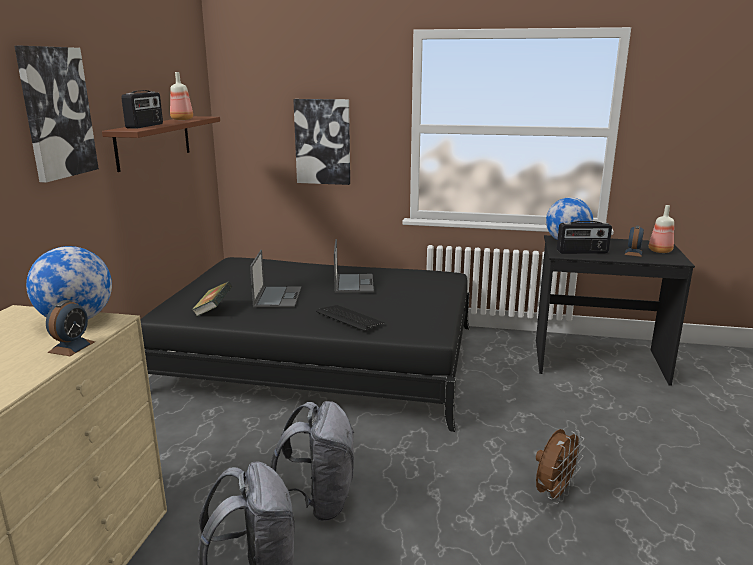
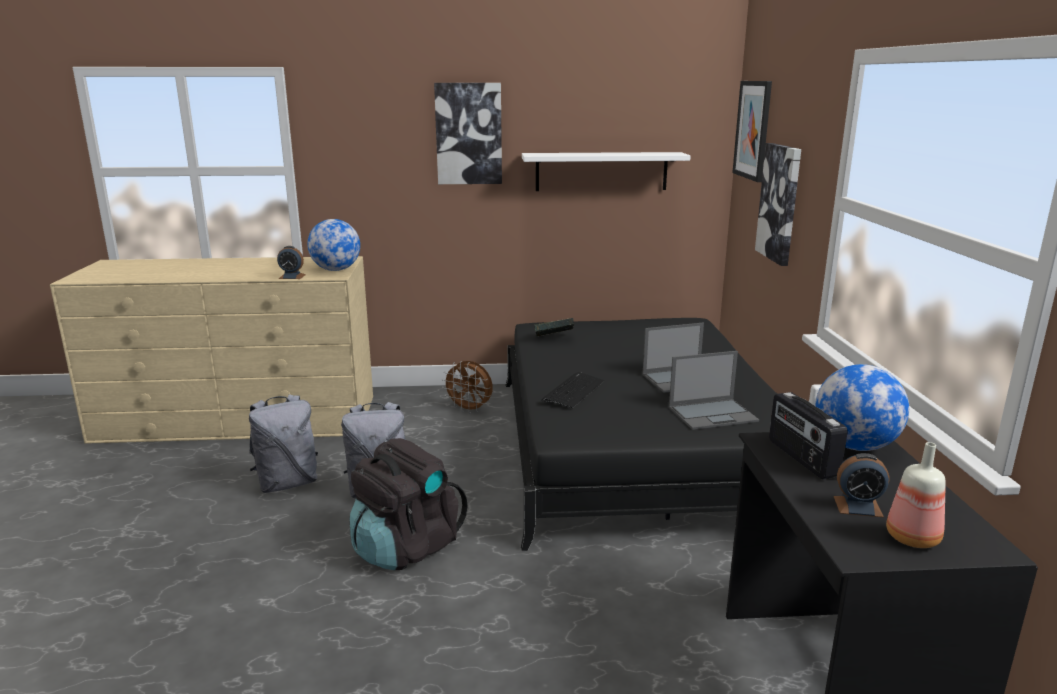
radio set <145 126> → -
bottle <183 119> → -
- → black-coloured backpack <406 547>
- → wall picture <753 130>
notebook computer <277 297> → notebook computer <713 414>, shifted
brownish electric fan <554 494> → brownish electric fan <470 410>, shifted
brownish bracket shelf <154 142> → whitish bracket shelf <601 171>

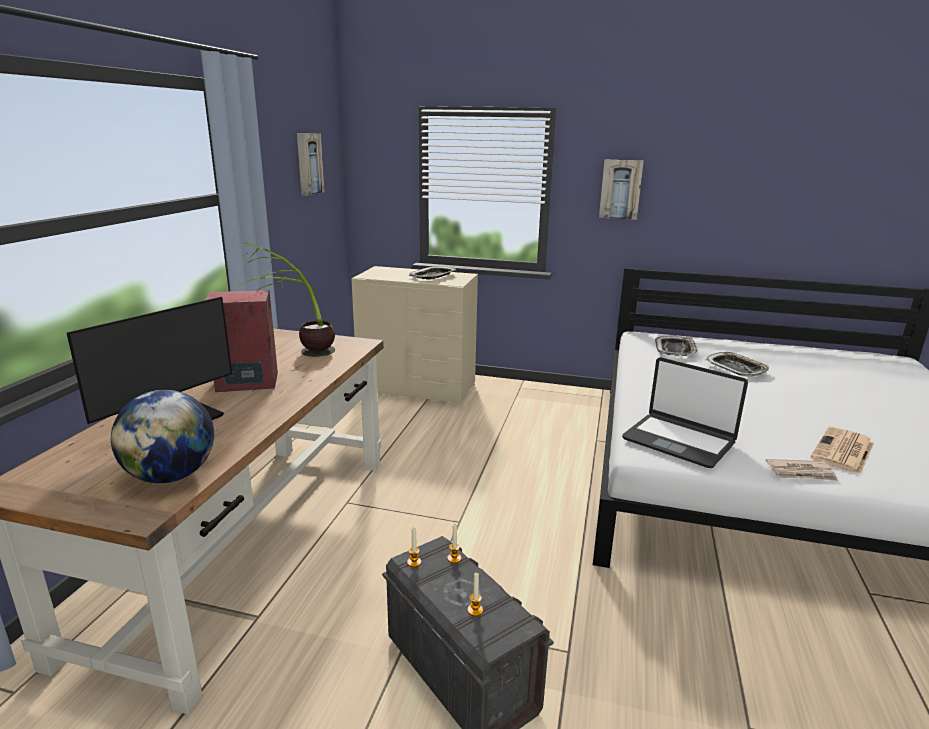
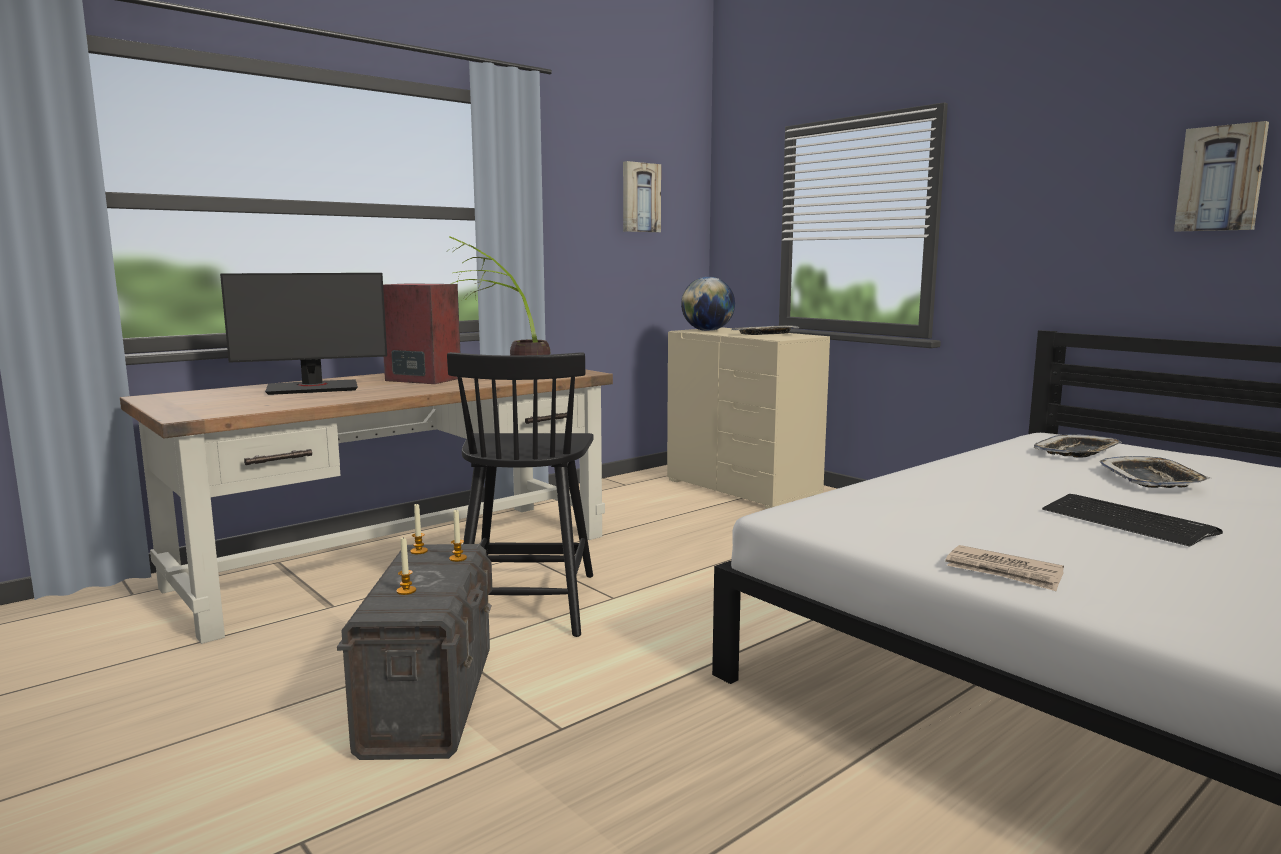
notebook computer <678 441> → -
daily paper <843 451> → -
- → black-coloured plain chair <527 602>
- → PC keyboard <1126 522>
world globe <171 476> → world globe <707 330>, shifted
wall picture <620 189> → wall picture <1221 179>, shifted

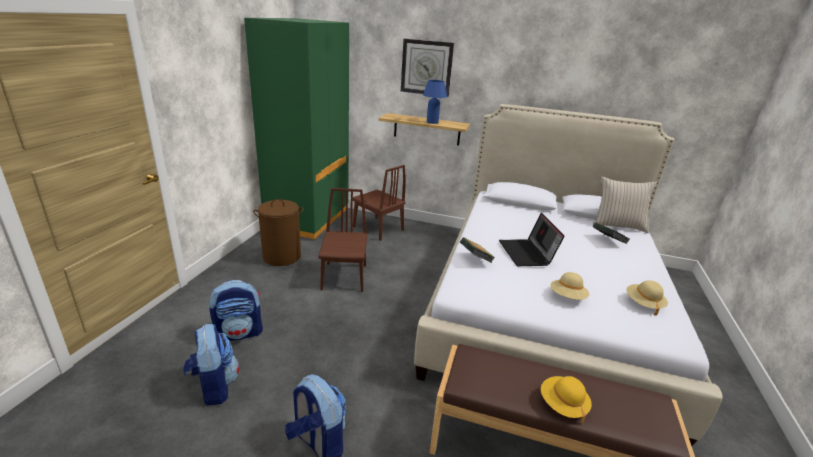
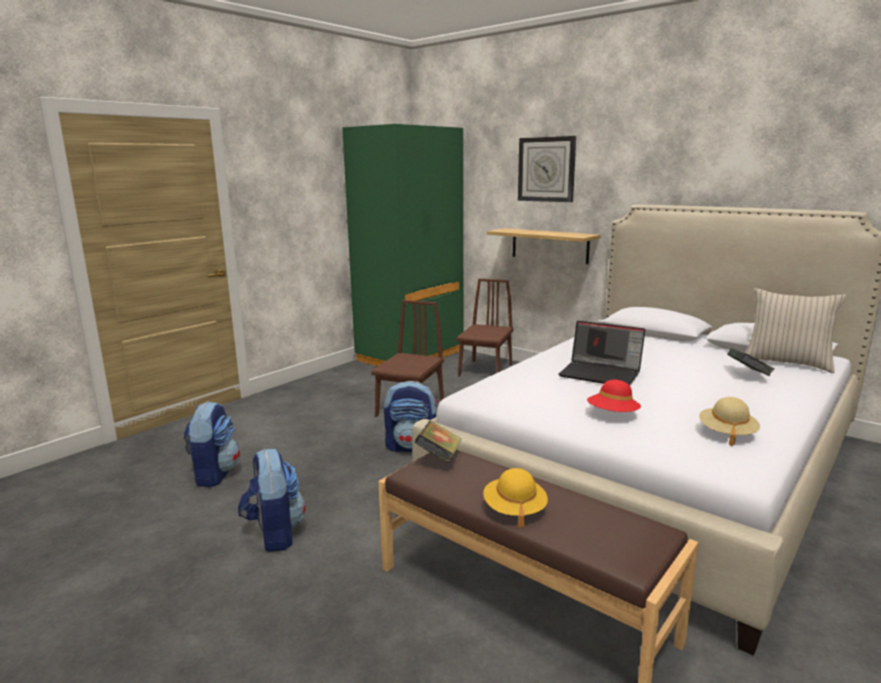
brownish laundry basket <282 256> → -
bluish lamp for a table <432 122> → -
backpack <239 333> → backpack <412 447>, shifted
bound book <475 259> → bound book <439 457>, shifted
sand-coloured clothing hat <567 297> → red clothing hat <613 415>
brownish plain chair <378 228> → brownish plain chair <485 370>, 135 degrees counterclockwise
notebook computer <527 253> → notebook computer <601 374>, 75 degrees counterclockwise

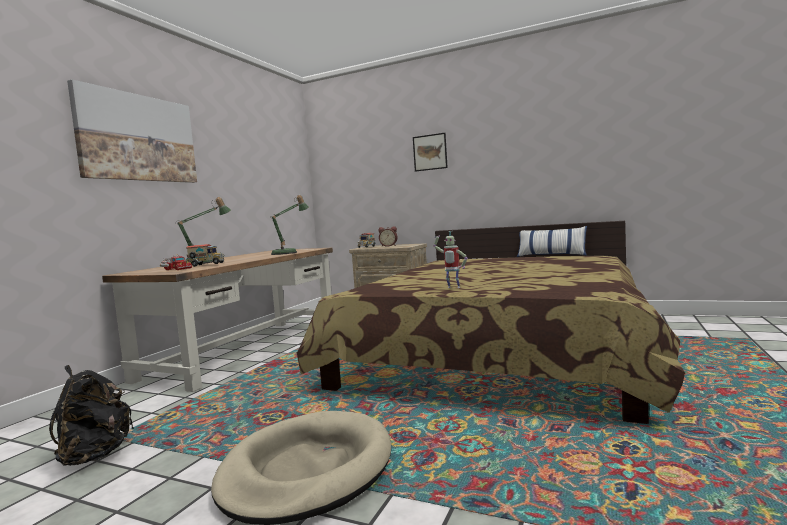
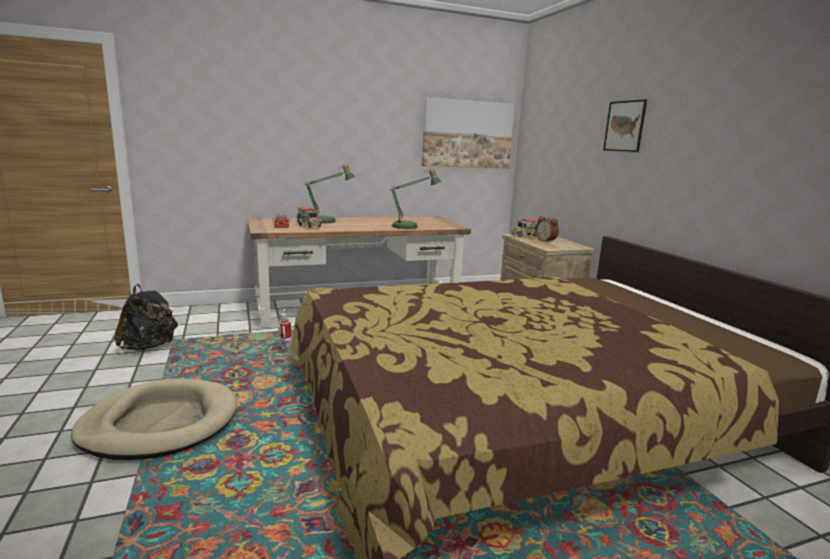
cushion <551 255> → -
wall picture <138 138> → wall picture <467 134>, shifted
model robot <453 288> → model robot <285 352>, shifted

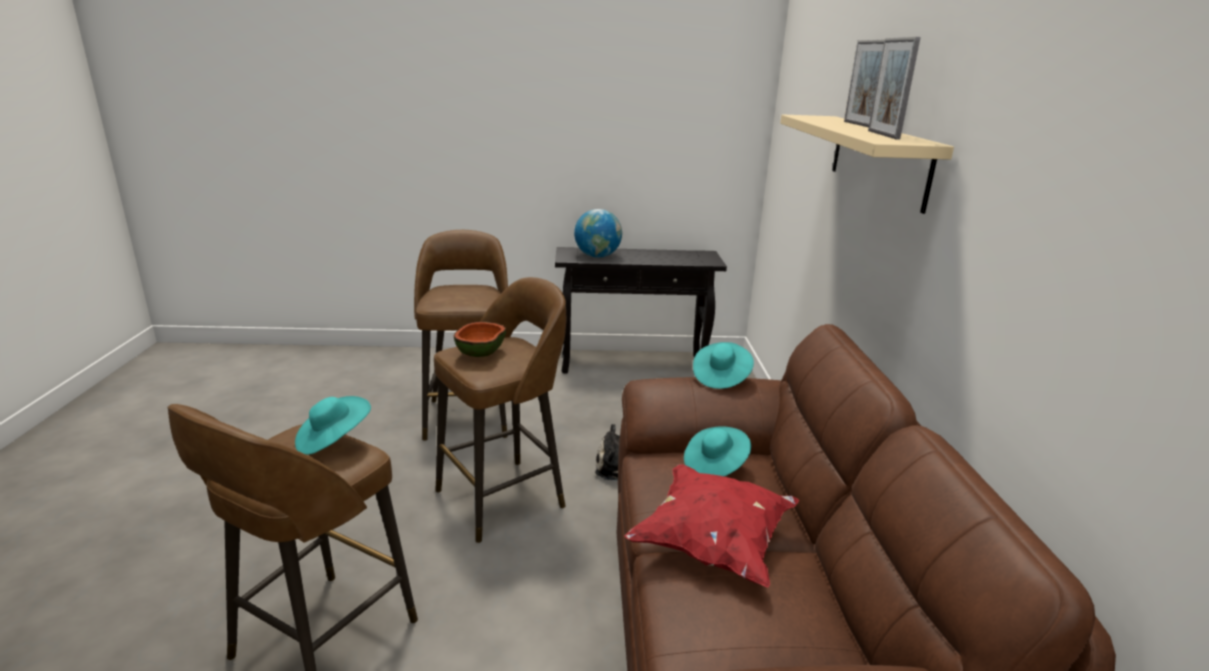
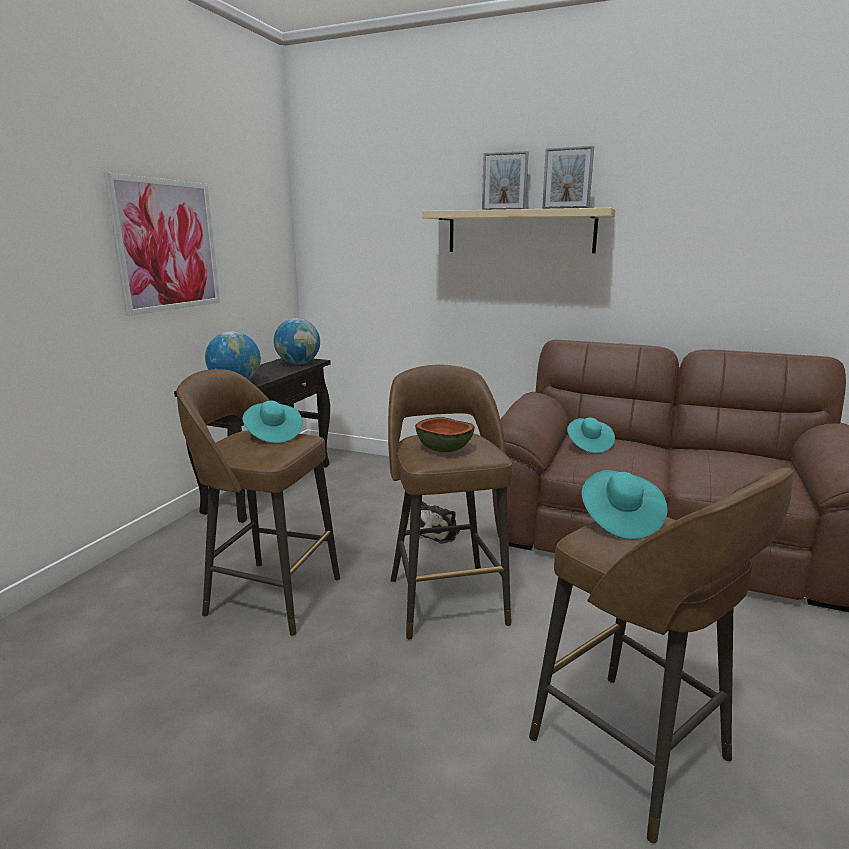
red cushion <713 543> → -
- → wall picture <168 245>
- → world globe <298 363>
turquoise clothing hat <720 377> → turquoise clothing hat <273 435>, shifted

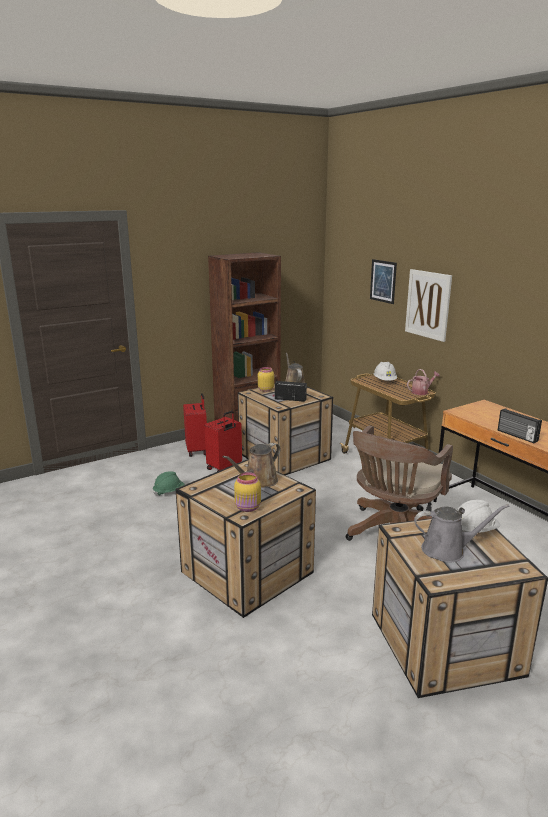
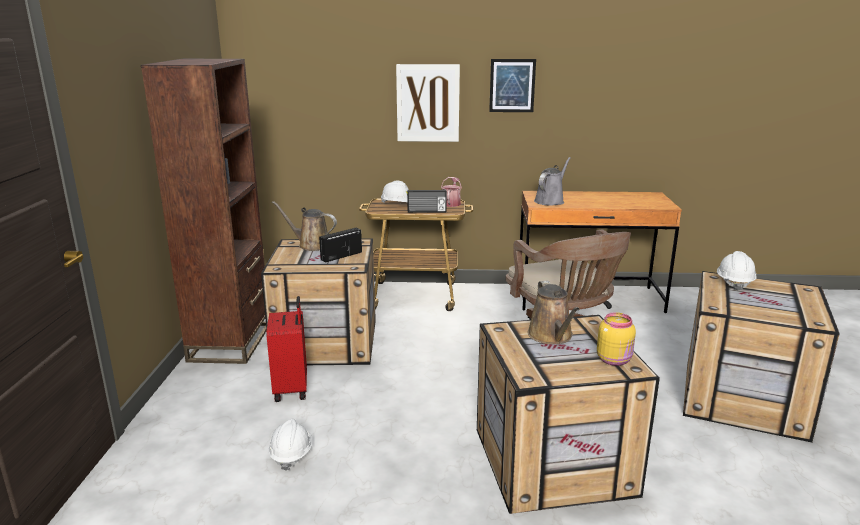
red travel case <197 450> → -
yellow preserve jar <265 389> → -
wall picture <383 281> → wall picture <512 85>, shifted
greyish sprinkling can <447 550> → greyish sprinkling can <550 201>, shifted
radio set <517 436> → radio set <427 211>, shifted
green-coloured work helmet <169 492> → whitish work helmet <291 454>

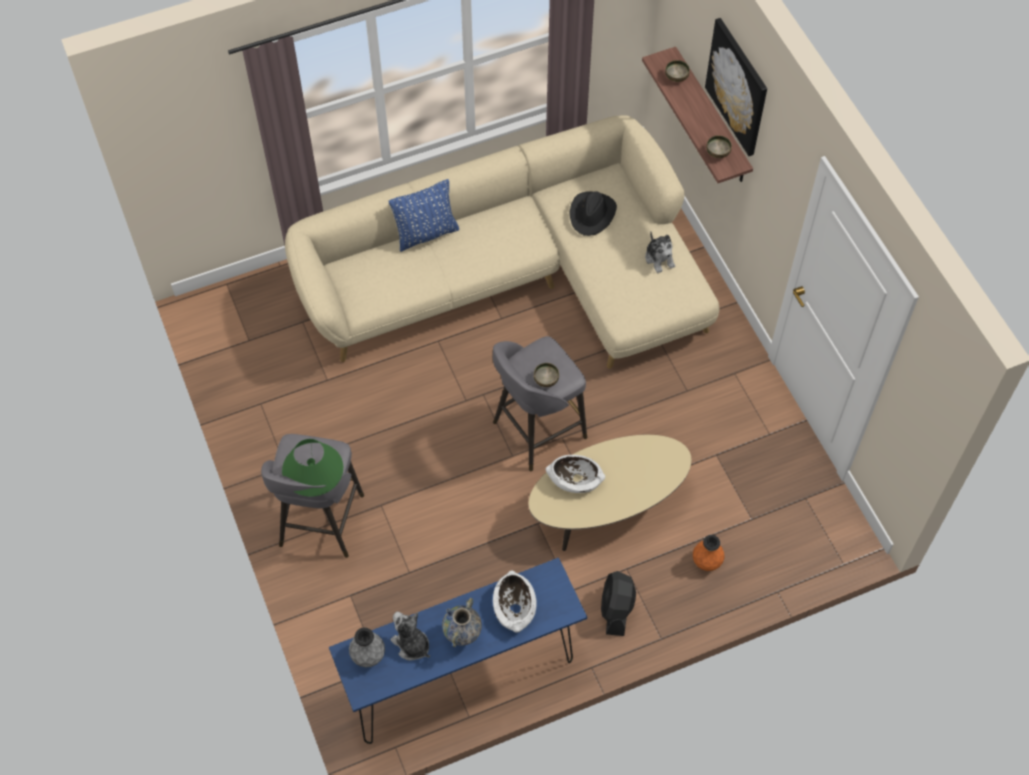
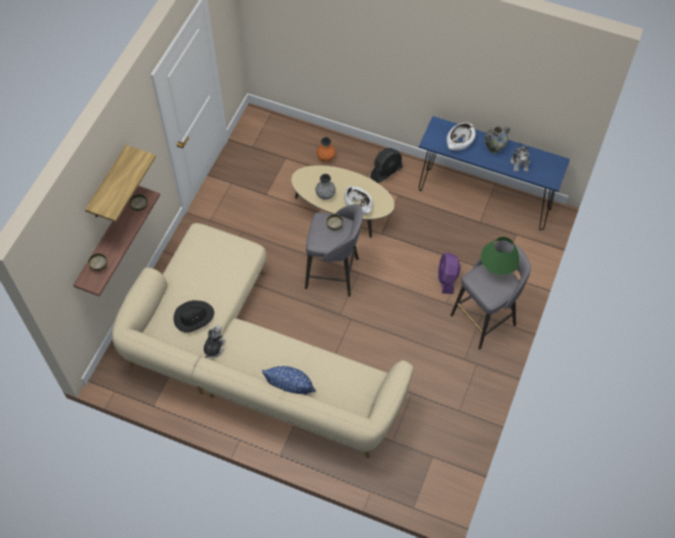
- → purplish electric fan <447 278>
greyish vase <368 656> → greyish vase <325 195>, shifted
plush toy <659 258> → plush toy <214 347>, shifted
wall picture <738 86> → bracket shelf <108 184>

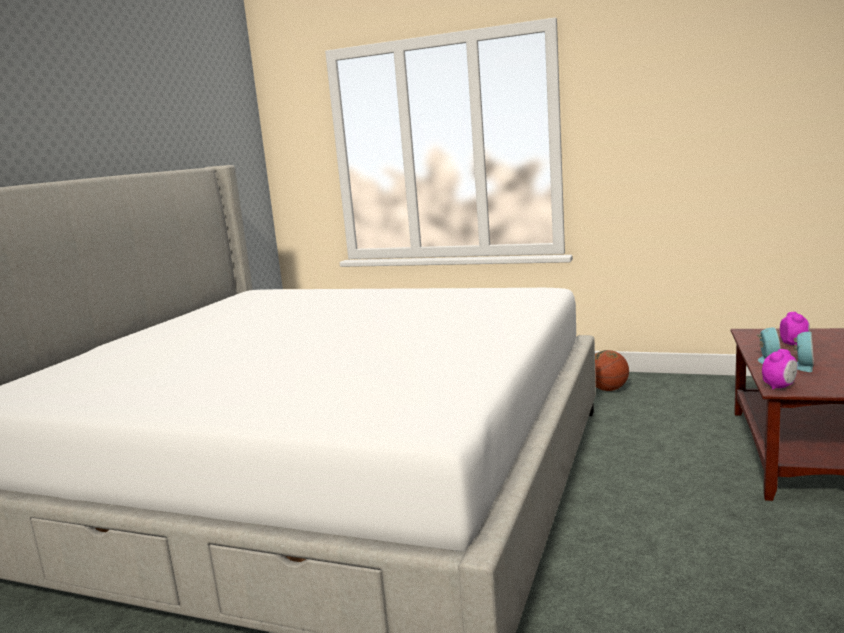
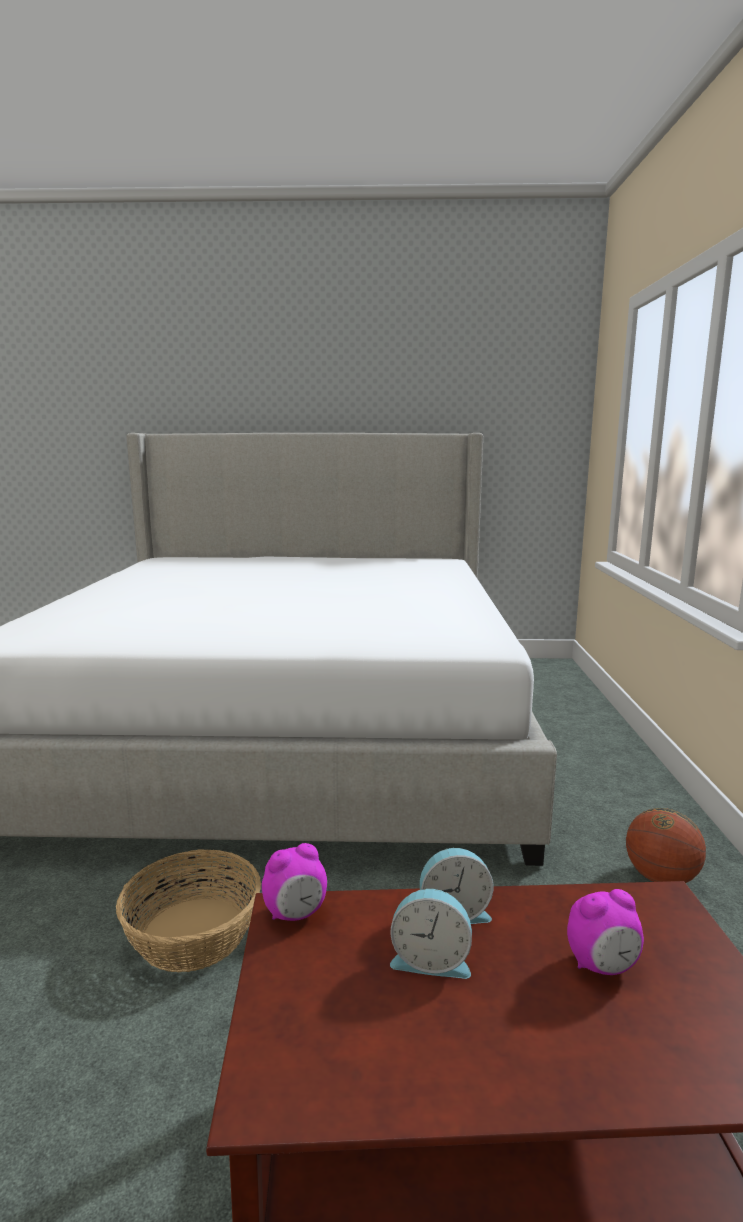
- → storage basket <194 933>
bedside clock <779 387> → bedside clock <295 914>, 60 degrees counterclockwise

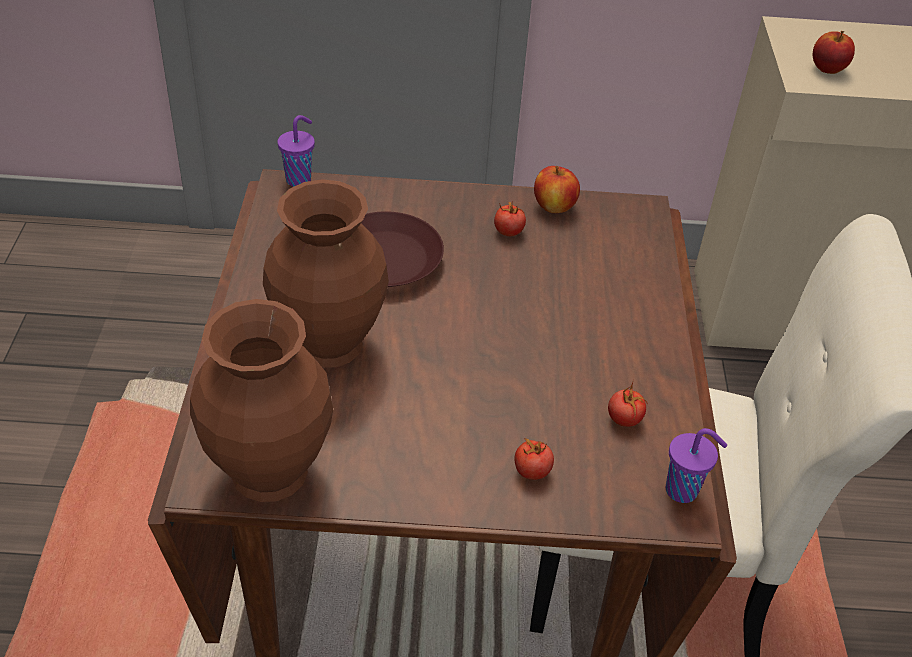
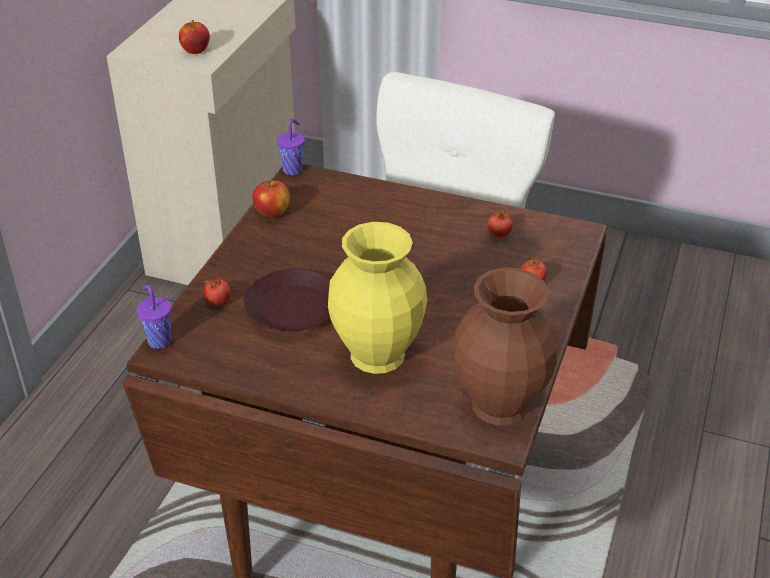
fresh tomato <508 232> → fresh tomato <218 301>, shifted
purplish drinking cup <683 491> → purplish drinking cup <293 169>, shifted
brownish vase <330 344> → yellow vase <379 354>

